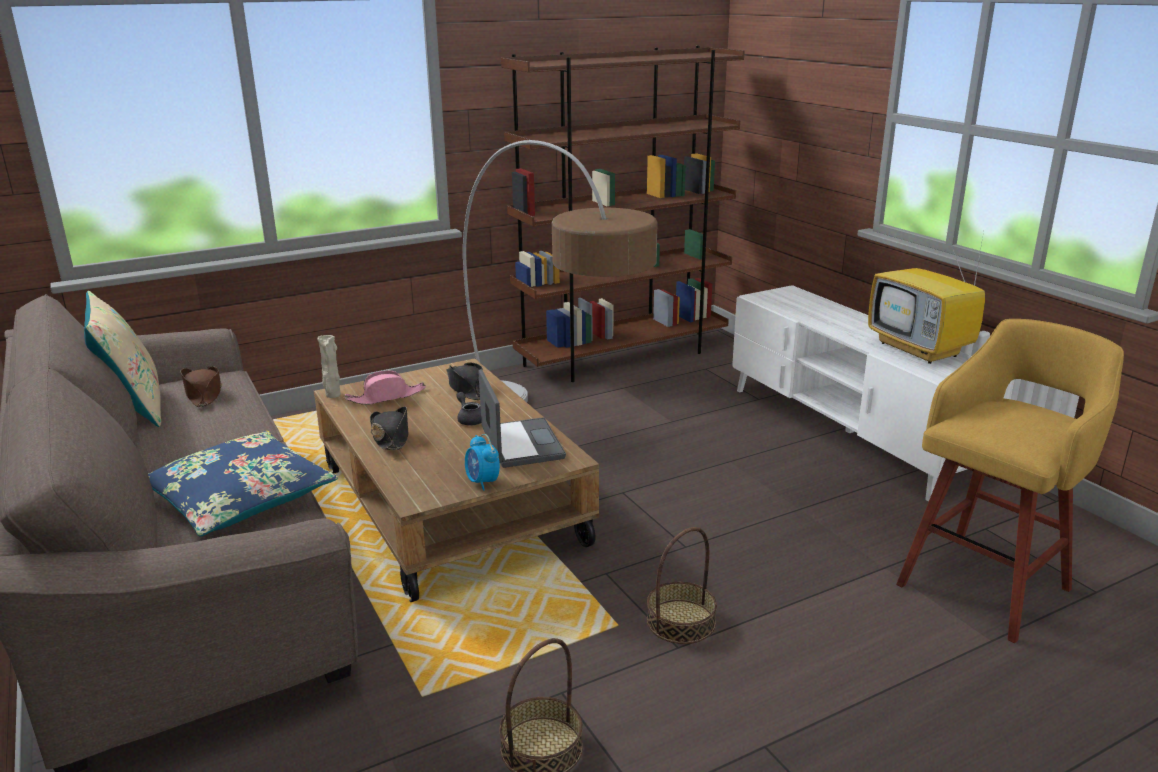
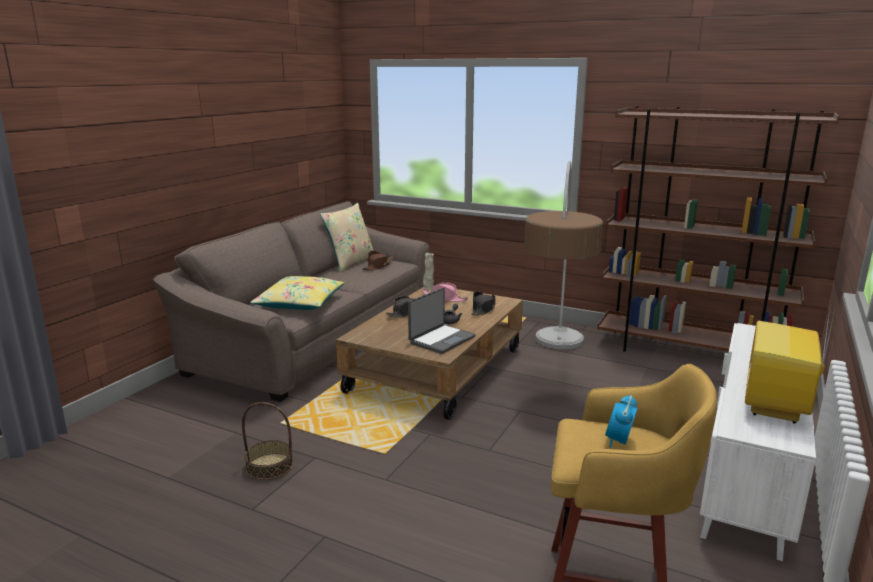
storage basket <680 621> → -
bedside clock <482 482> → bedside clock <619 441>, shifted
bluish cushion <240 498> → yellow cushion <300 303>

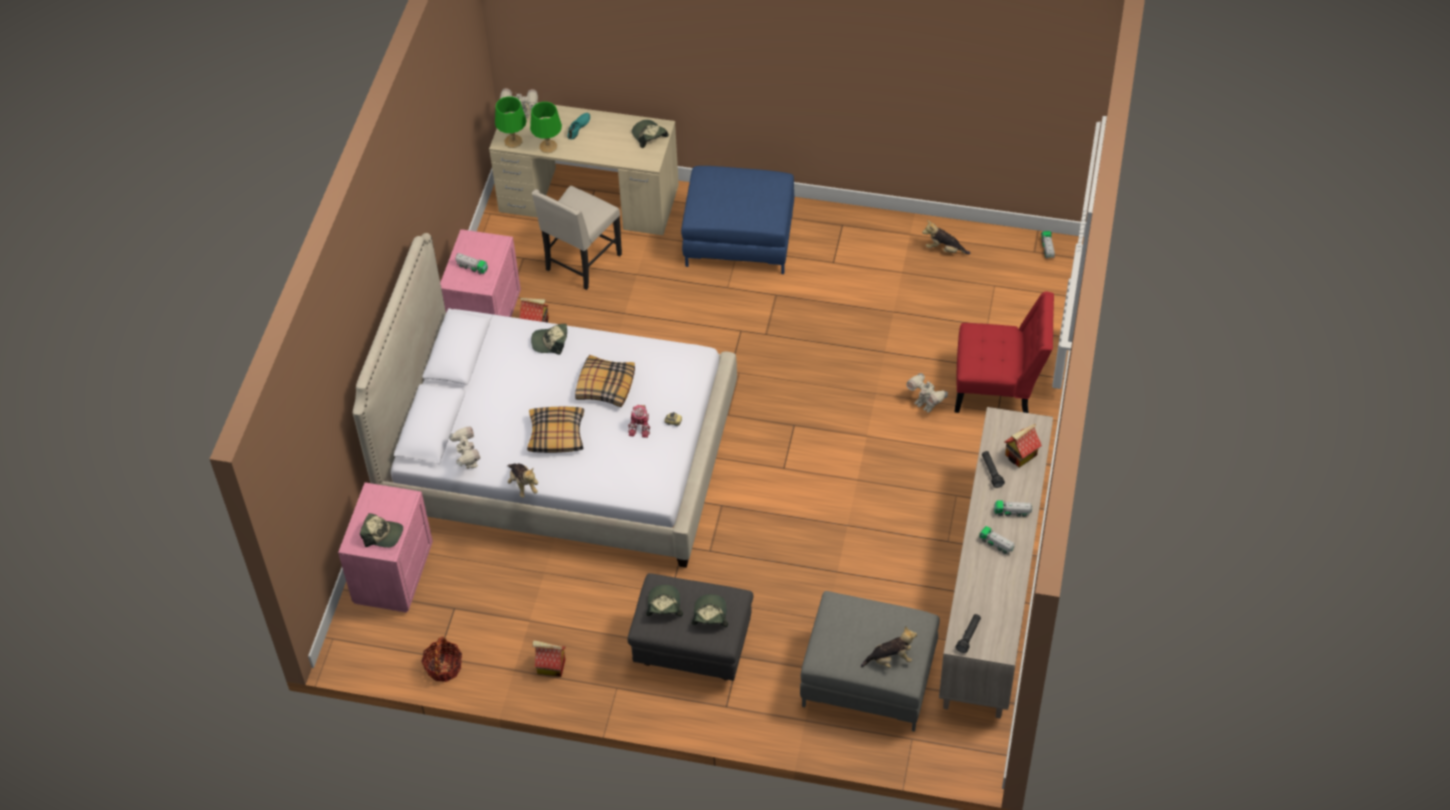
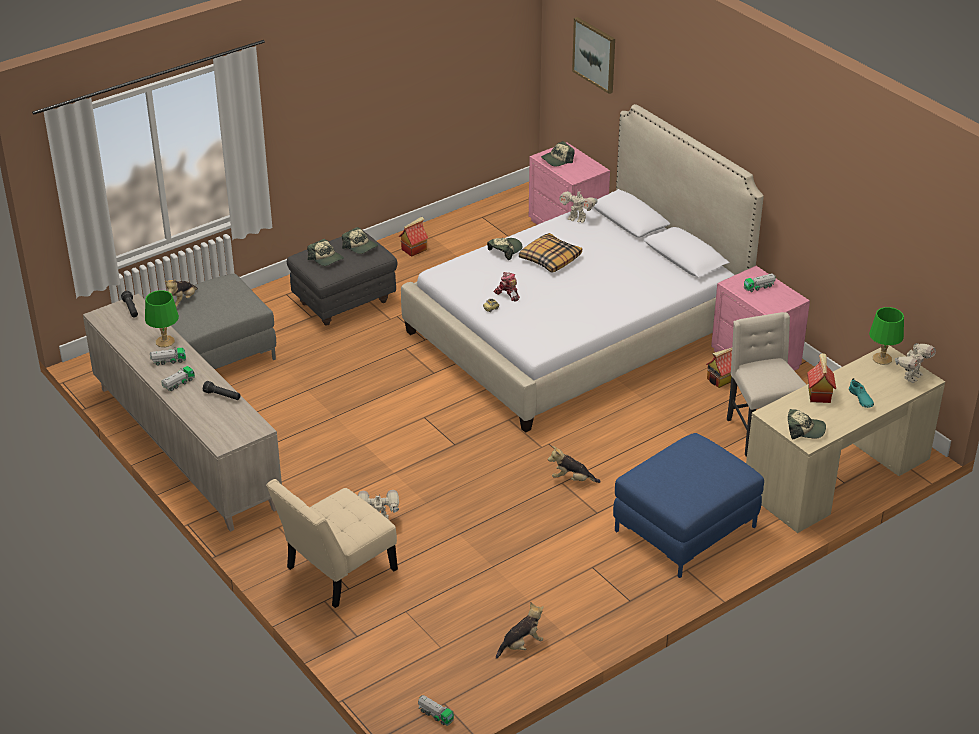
storage basket <443 667> → -
cushion <605 386> → -
- → wall picture <595 54>
plush toy <523 485> → plush toy <572 479>, shifted
green-coloured lamp for a table <547 146> → green-coloured lamp for a table <165 341>, shifted
baseball cap <550 342> → baseball cap <505 250>, shifted
miniature house <1021 455> → miniature house <818 394>, shifted
red plain chair <999 388> → sand-coloured plain chair <336 572>

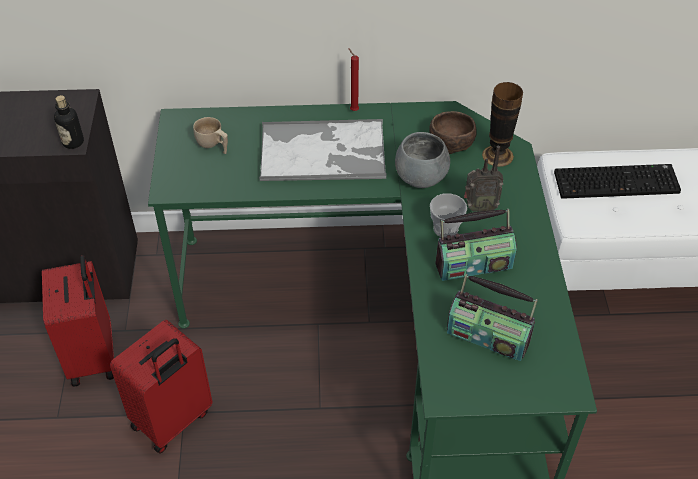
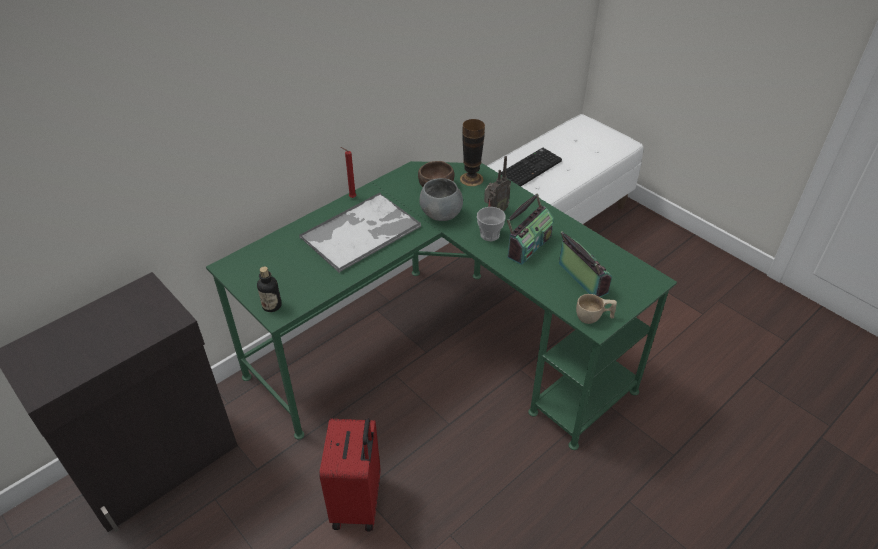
red travel case <94 357> → -
bottle <73 142> → bottle <272 306>, shifted
sand-coloured drinking cup <213 145> → sand-coloured drinking cup <594 318>, shifted
radio set <488 336> → radio set <581 279>, 105 degrees counterclockwise

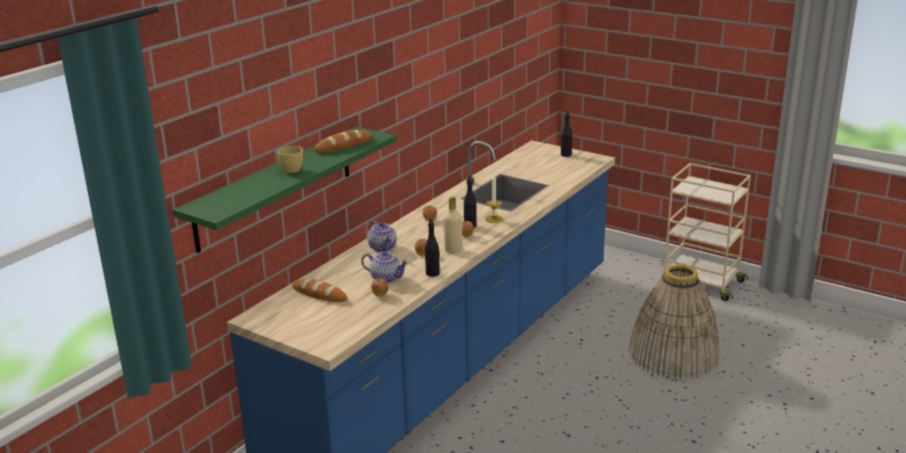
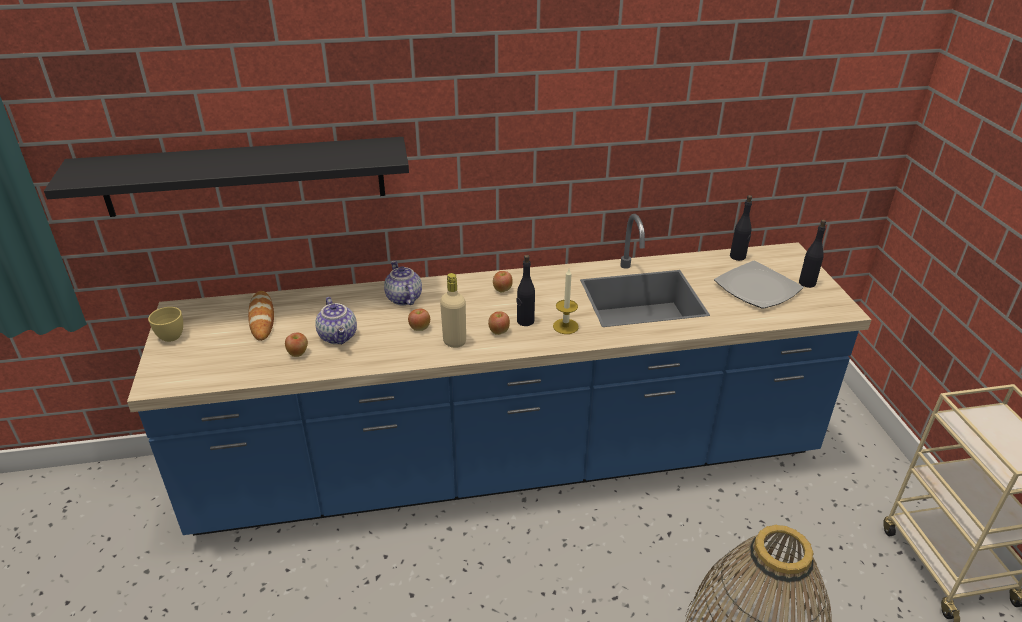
bakery bread <343 145> → -
- → dinner plate <758 288>
yellow drinking cup <290 170> → yellow drinking cup <172 334>, shifted
black-coloured bottle <433 273> → black-coloured bottle <737 256>, shifted
green-coloured bracket shelf <275 187> → black-coloured bracket shelf <245 176>
teapot <383 248> → teapot <403 298>, 135 degrees clockwise

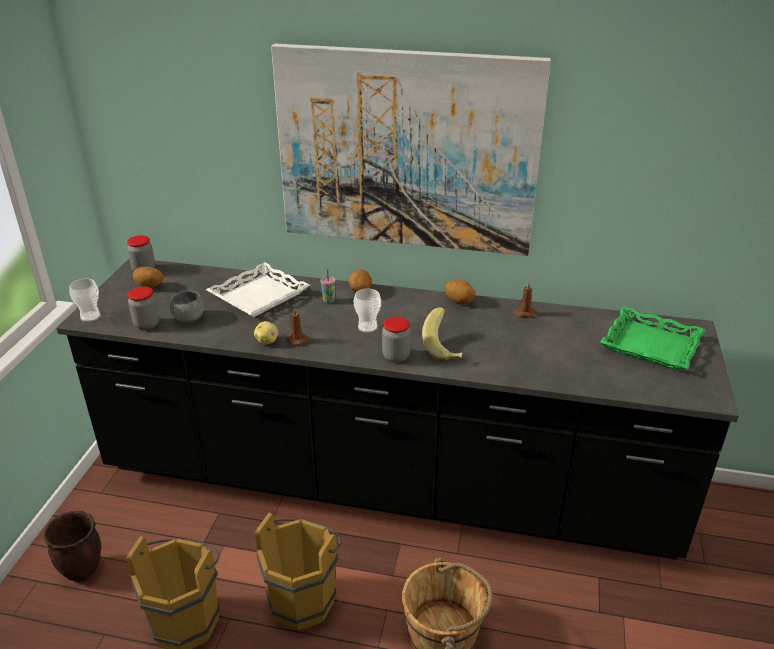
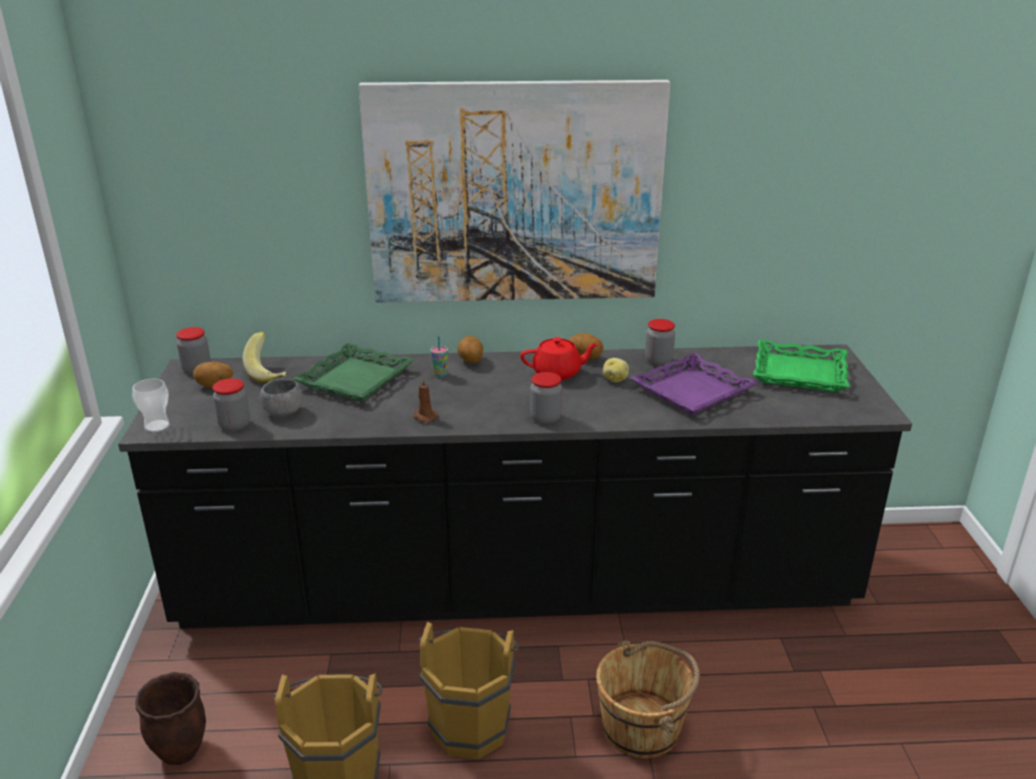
drinking cup <367 327> → -
- → red teapot <558 373>
- → purplish tray <693 391>
spud <267 341> → spud <615 379>, shifted
whole banana <444 348> → whole banana <269 373>, shifted
brownish candle <523 313> → preserve jar <658 360>
whitish tray <259 295> → green-coloured tray <355 379>

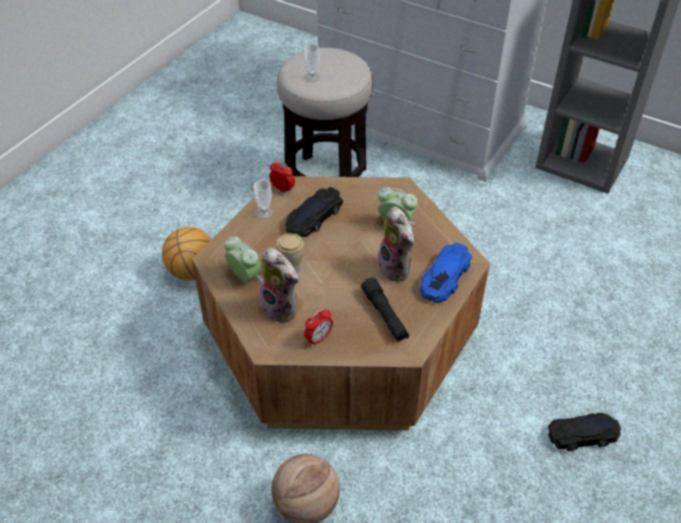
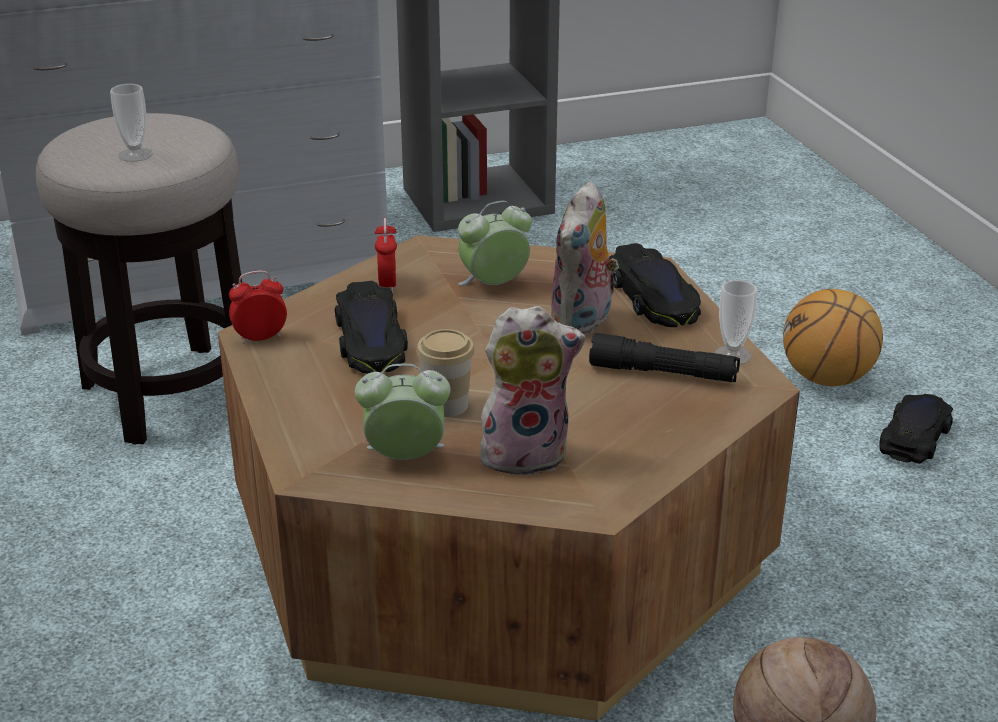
basketball ball <192 272> → basketball ball <826 379>, shifted
drinking cup <264 213> → drinking cup <732 355>, shifted
bedside clock <318 338> → bedside clock <387 284>, shifted
bluish miniature car <444 277> → black-coloured miniature car <653 298>
plush toy <397 268> → plush toy <583 323>, 105 degrees clockwise

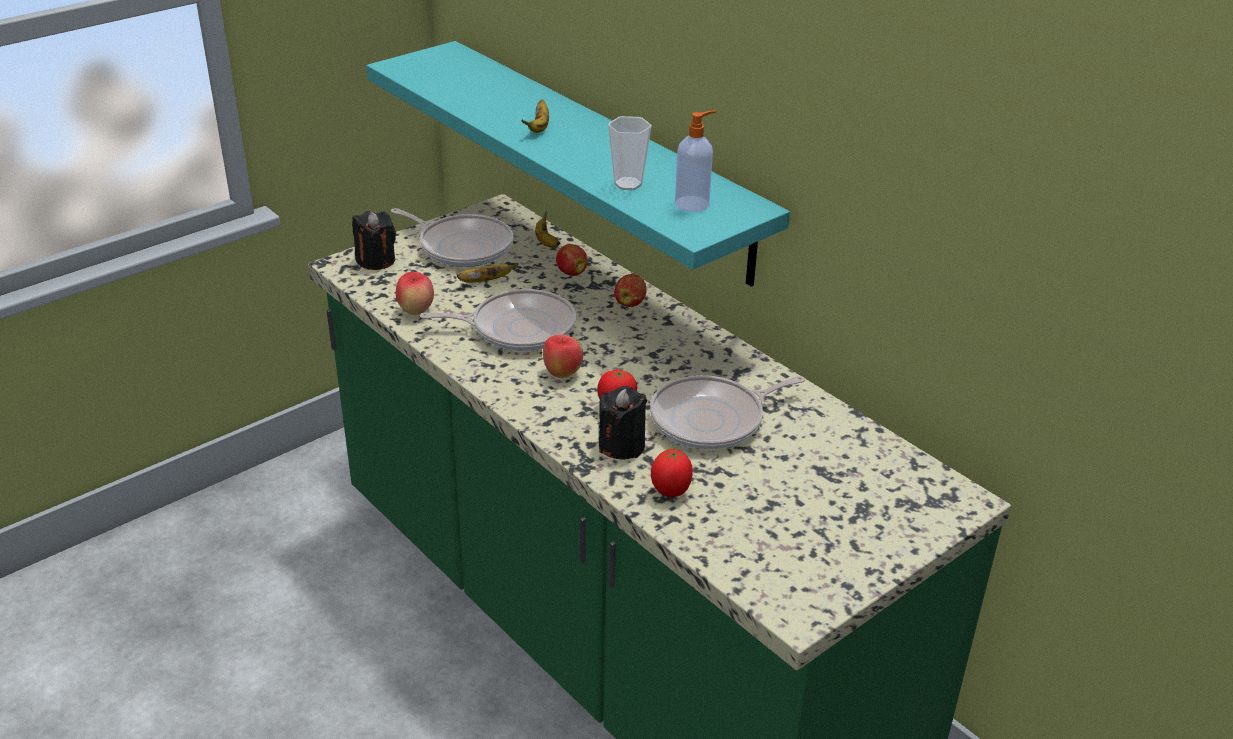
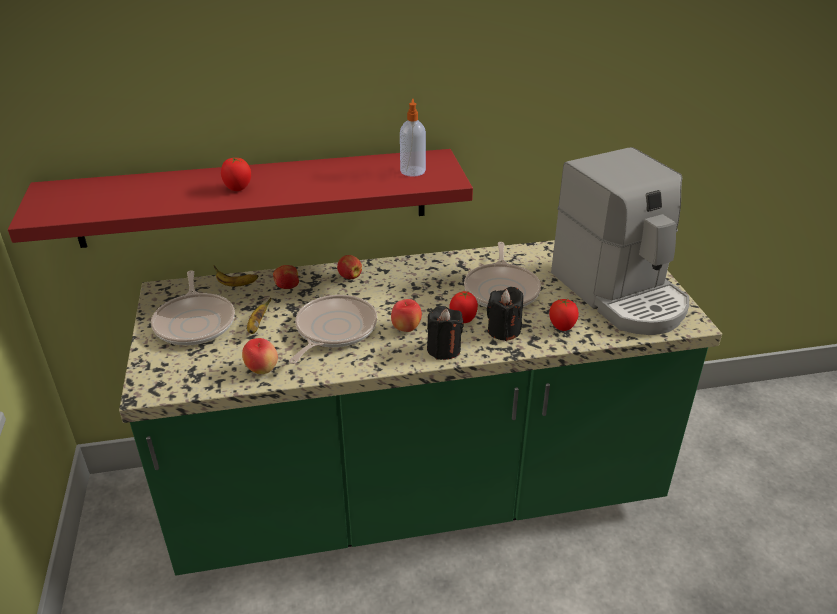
drinking cup <628 184> → -
- → coffee machine <620 294>
black-coloured candle <376 260> → black-coloured candle <443 349>, shifted
whole banana <539 127> → fresh tomato <238 189>
turquoise bracket shelf <602 157> → red bracket shelf <254 198>
frying pan <462 246> → frying pan <195 322>, 105 degrees clockwise

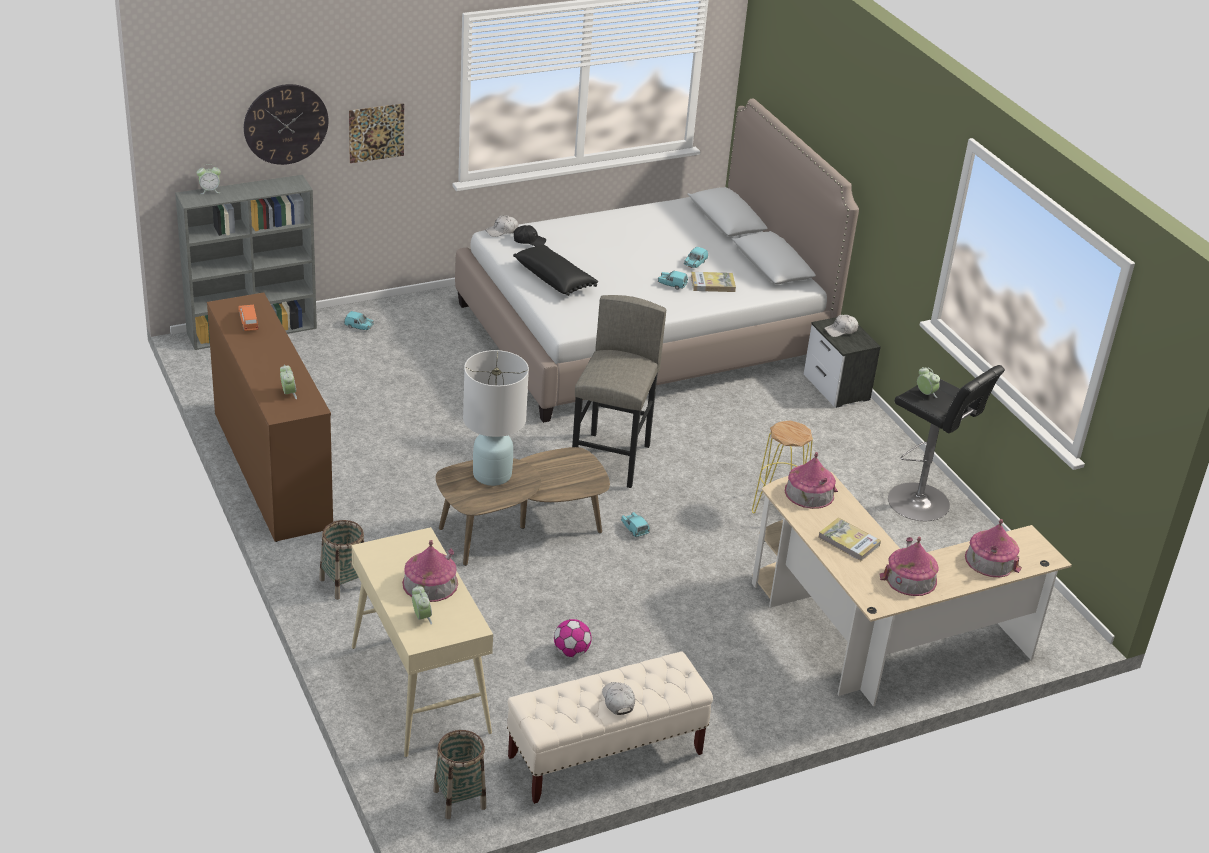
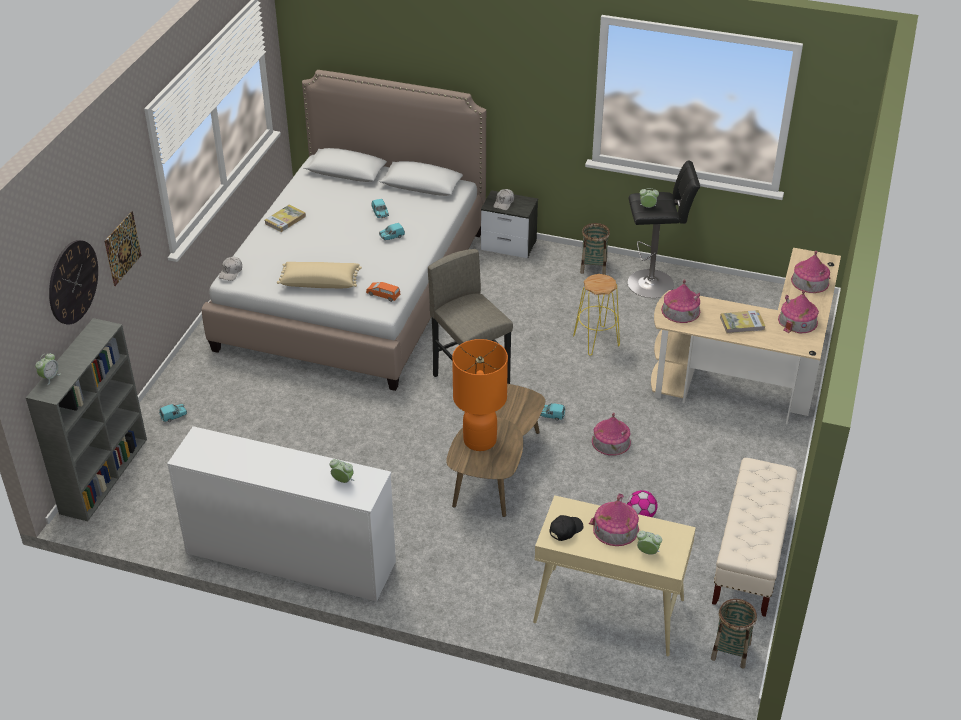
whitish baseball cap <618 701> → -
- → miniature house <611 441>
orange-coloured miniature car <249 322> → orange-coloured miniature car <383 295>, shifted
storage basket <343 583> → storage basket <593 267>, shifted
black-coloured baseball cap <529 241> → black-coloured baseball cap <565 530>, shifted
bound book <712 284> → bound book <285 220>, shifted
brownish dresser <271 469> → whitish dresser <290 557>
whitish lamp for a table <492 475> → orange-coloured lamp for a table <480 440>
black-coloured cushion <555 279> → sand-coloured cushion <320 282>

